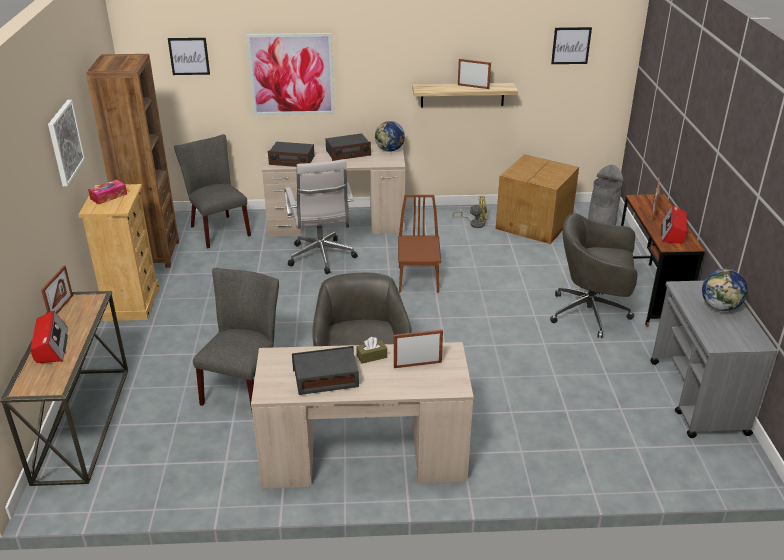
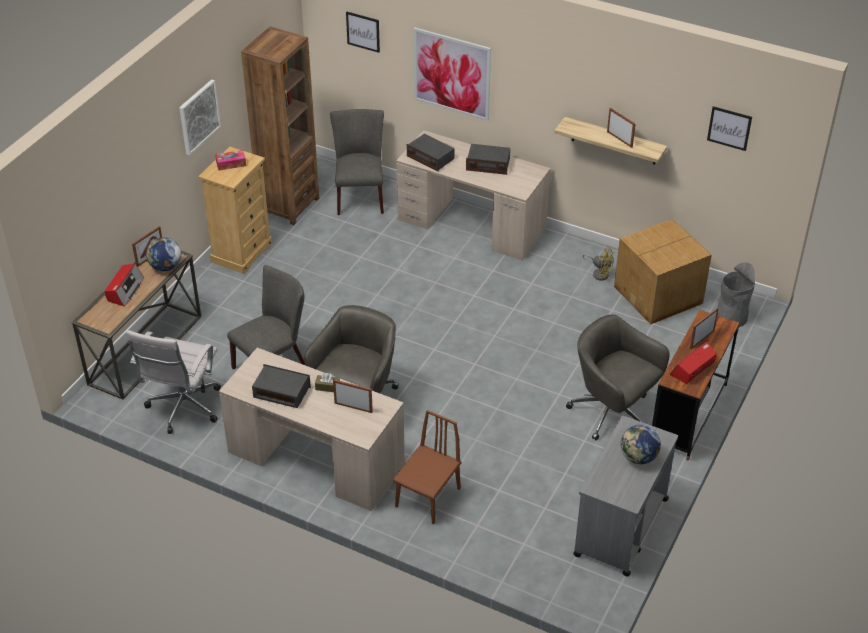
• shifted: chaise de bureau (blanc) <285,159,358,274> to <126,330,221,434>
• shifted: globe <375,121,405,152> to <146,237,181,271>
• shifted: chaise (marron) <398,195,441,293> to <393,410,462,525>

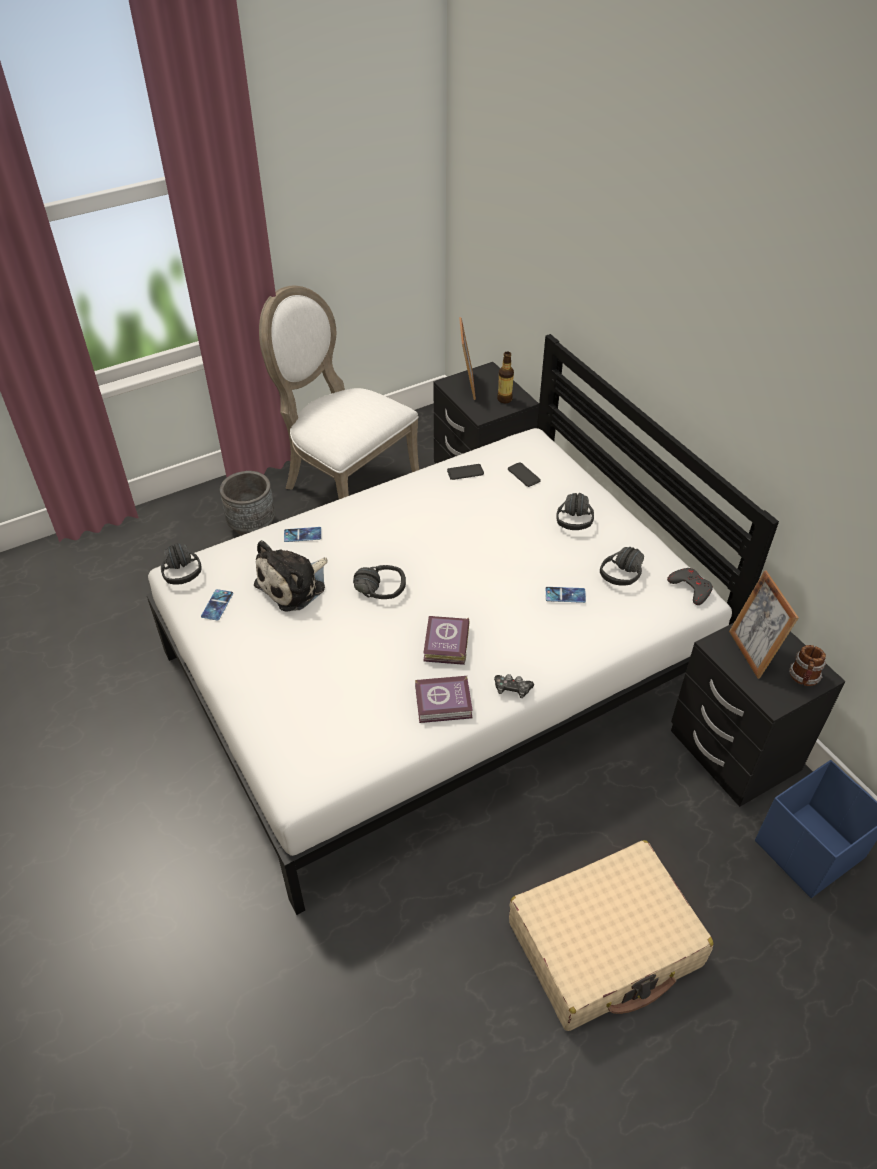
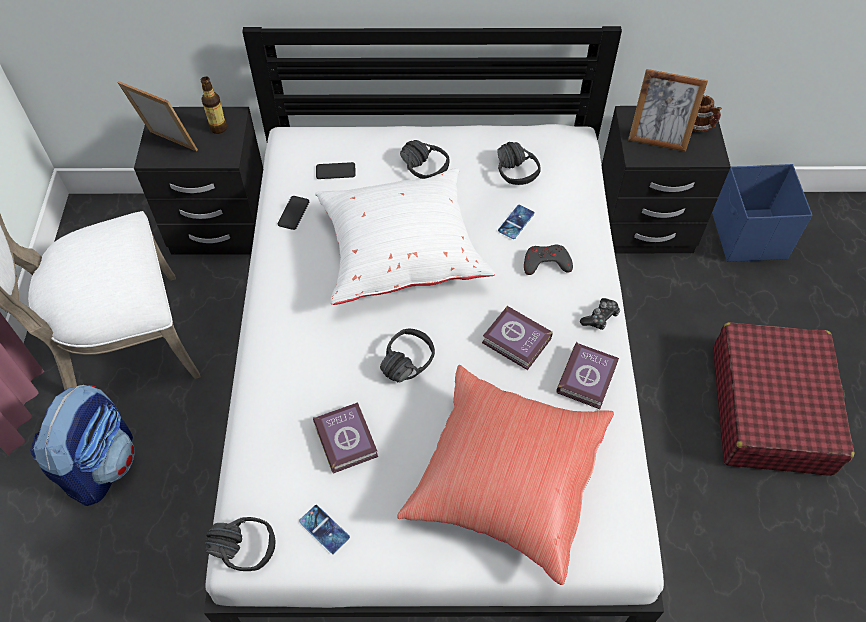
• gone: téléphone <284,527,321,542>
• new: coussin (blanc) <315,168,495,305>
• new: coussin (rouge) <397,365,614,585>
• shifted: manette (gris) <667,568,713,605> to <524,245,573,275>
• swapped: cache-pot (gris) <220,471,275,535> to sac à dos <30,385,135,506>
• swapped: peluche <254,540,328,612> to livre <313,402,378,474>
• repainted: valise (beige) <509,840,714,1031> to valise (rouge) <713,322,855,476>

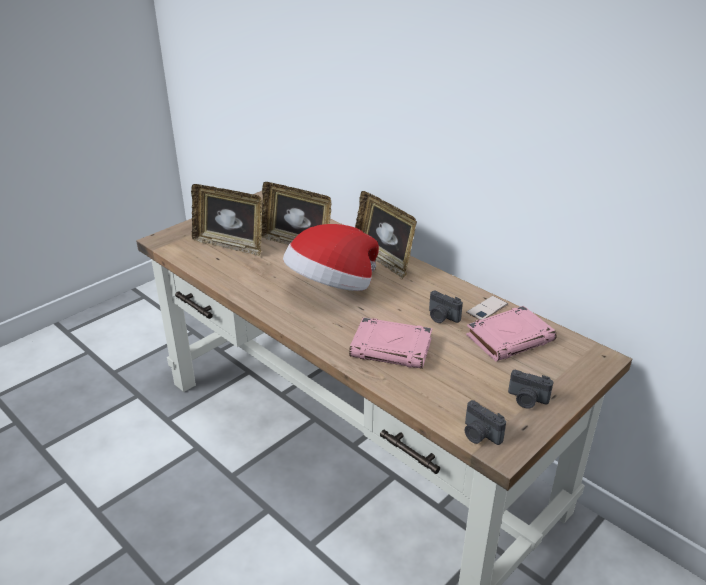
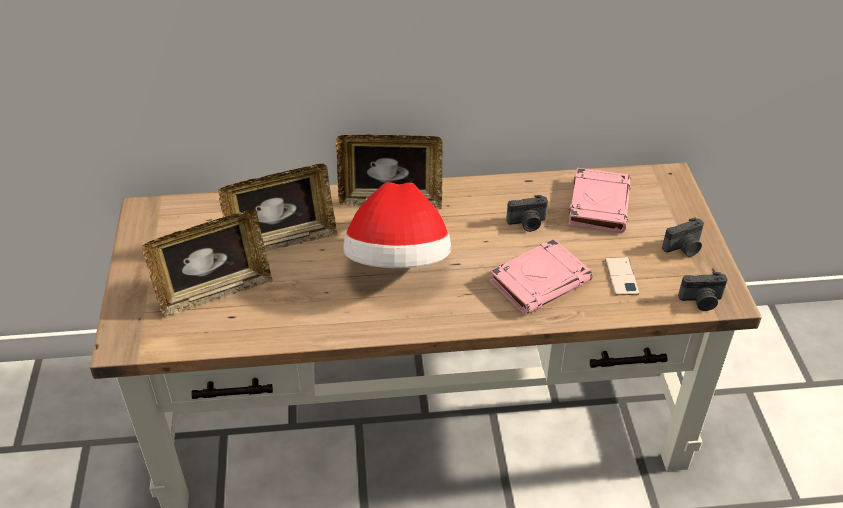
• shifted: téléphone <466,296,508,320> to <605,257,639,295>

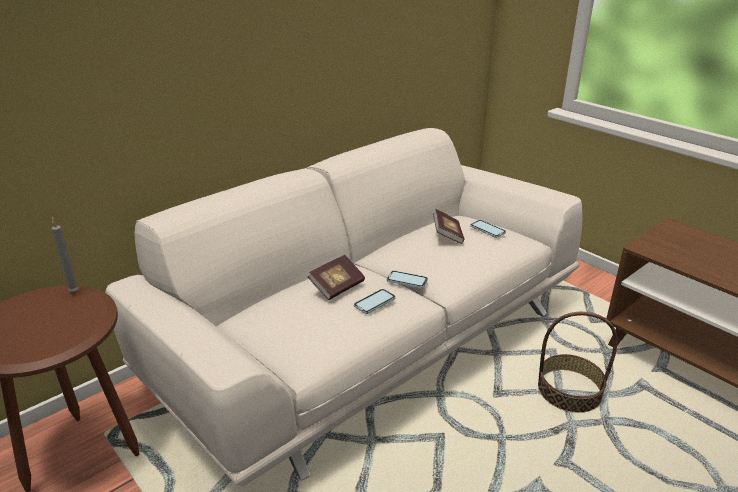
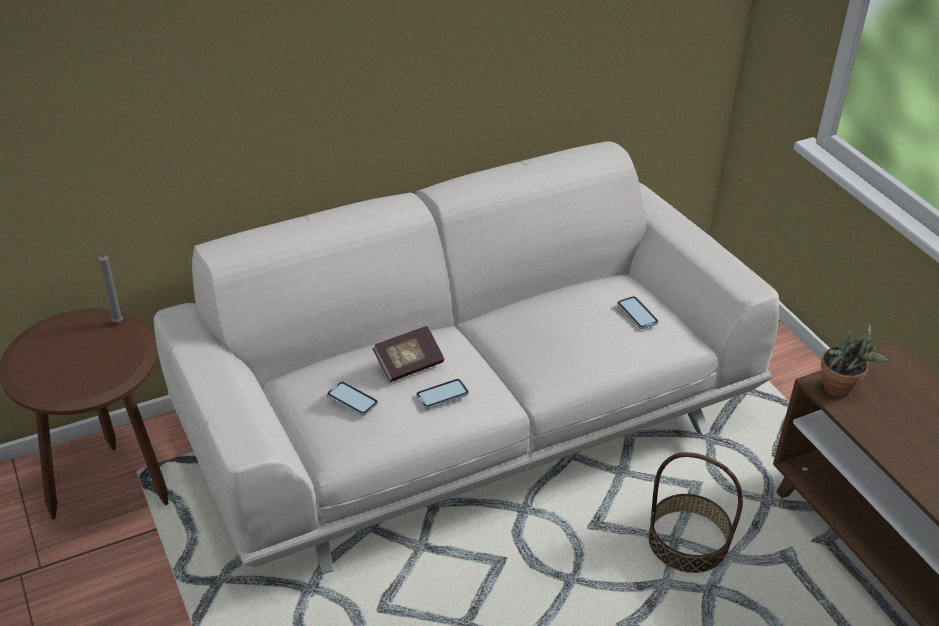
• gone: livre <433,209,464,244>
• new: plante en pot <821,322,888,397>
• shifted: téléphone <387,271,428,288> to <327,381,378,416>

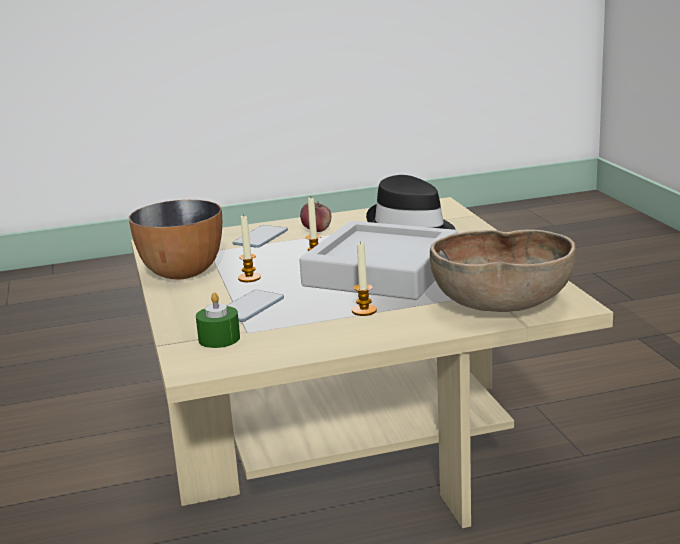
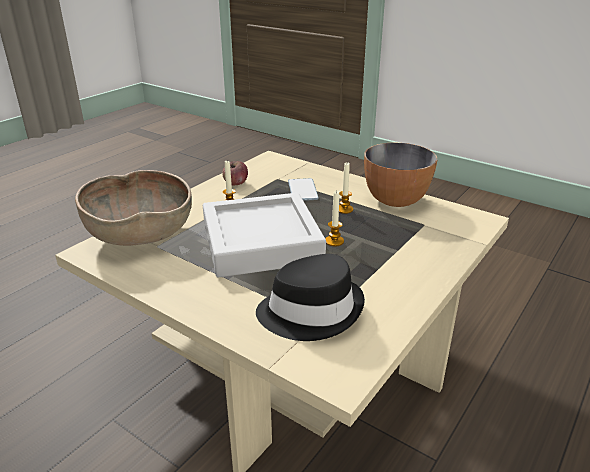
• gone: bougie (vert) <196,293,240,348>
• gone: téléphone <233,225,288,248>
• shifted: pomme <300,201,331,232> to <222,161,248,186>

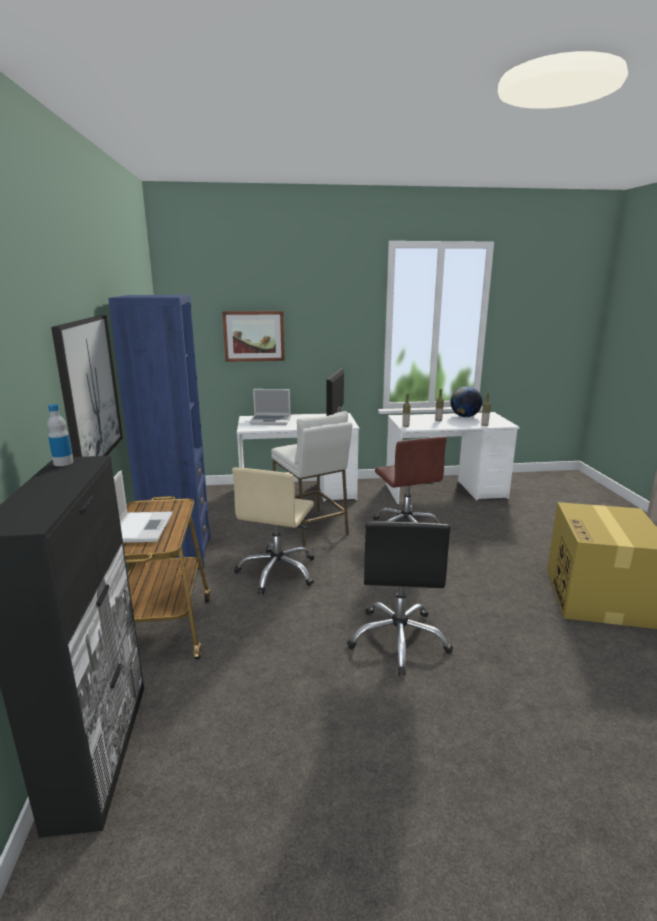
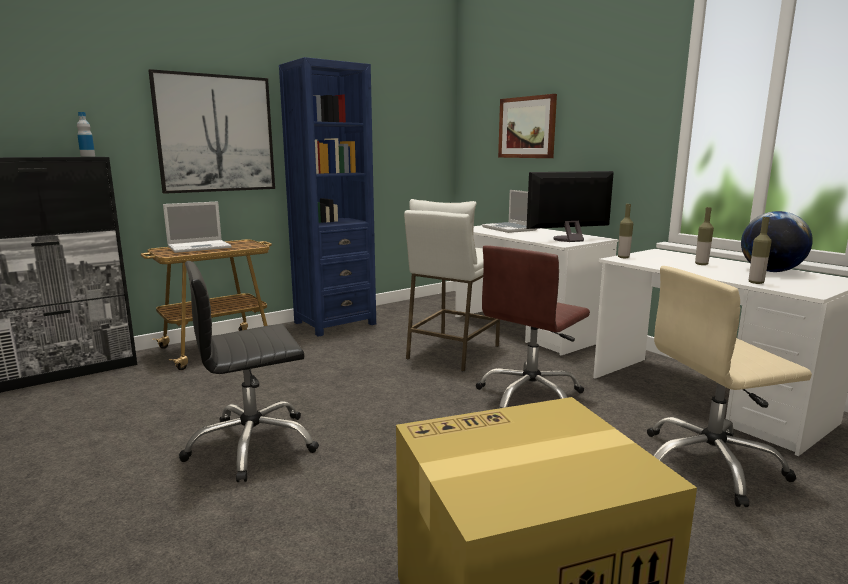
• shifted: chaise de bureau (beige) <232,467,314,595> to <647,266,812,507>

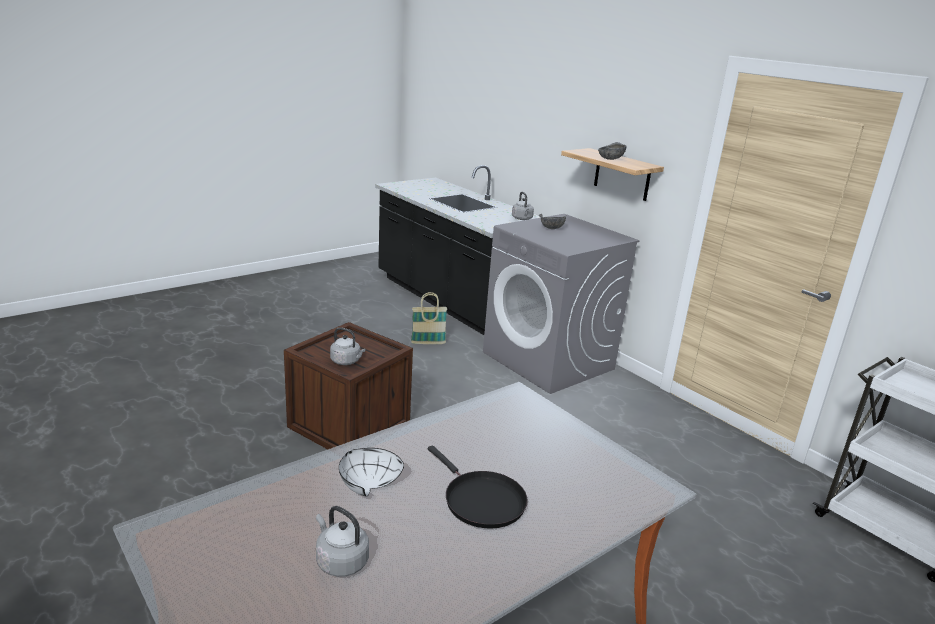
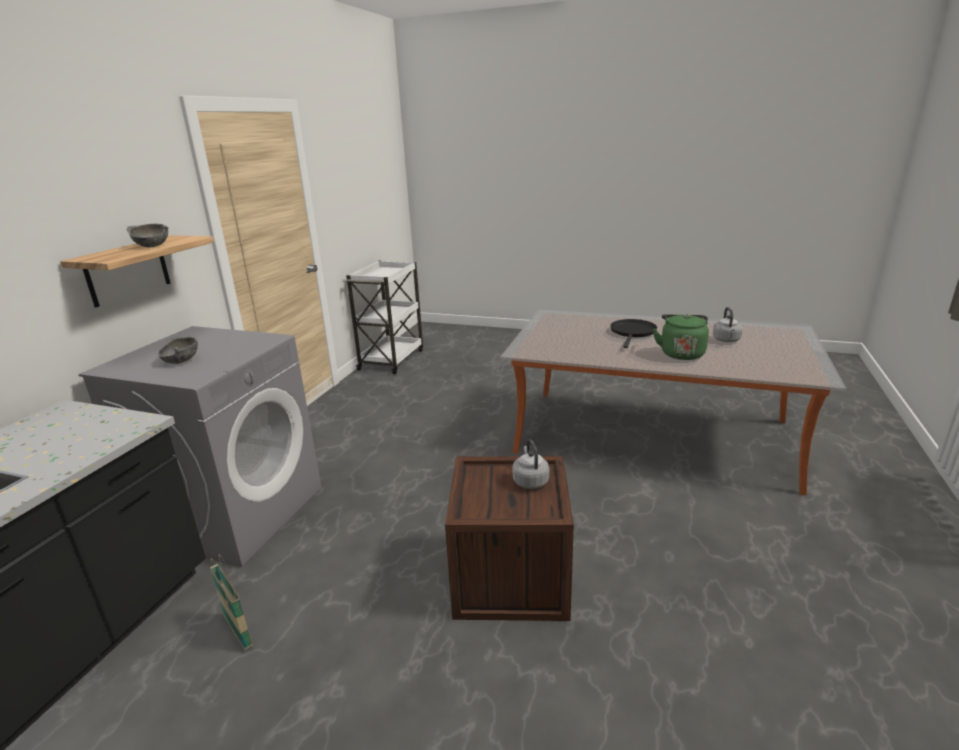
• gone: bouilloire (gris) <512,192,534,220>
• swapped: bol (blanc) <339,448,404,496> to bouilloire (vert) <653,314,709,360>

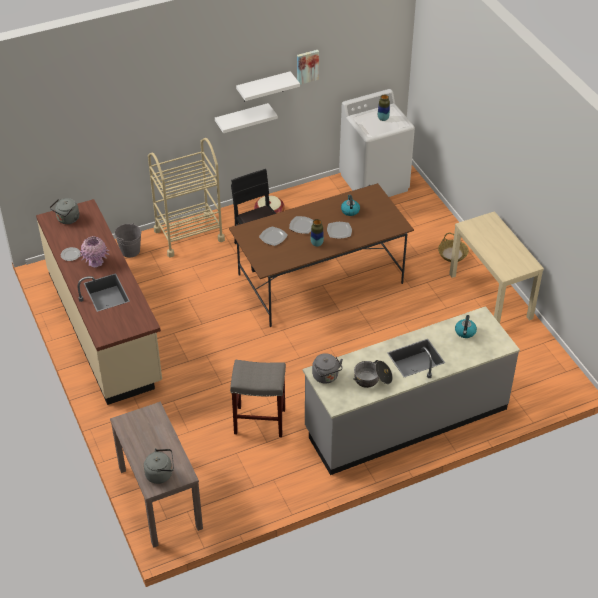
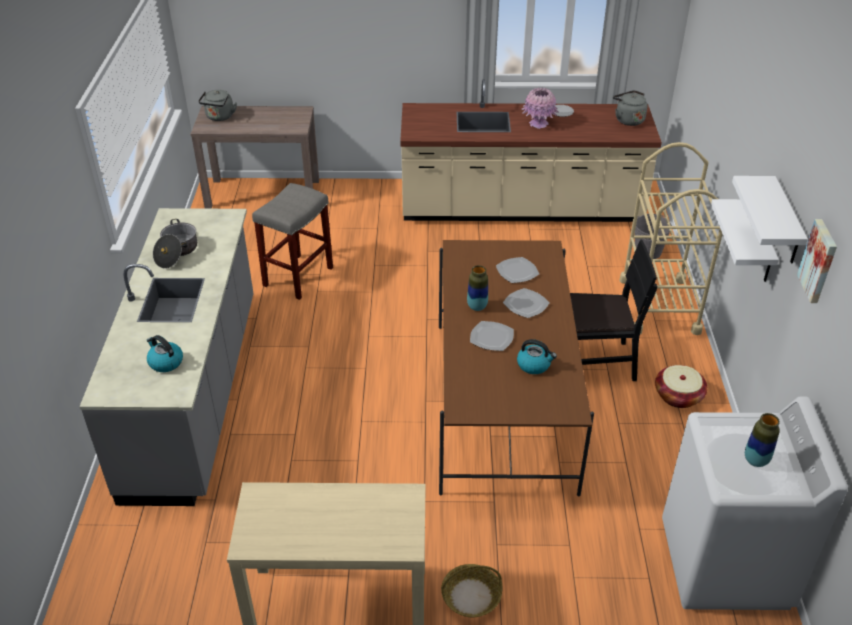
• gone: bouilloire (gris) <312,353,343,384>

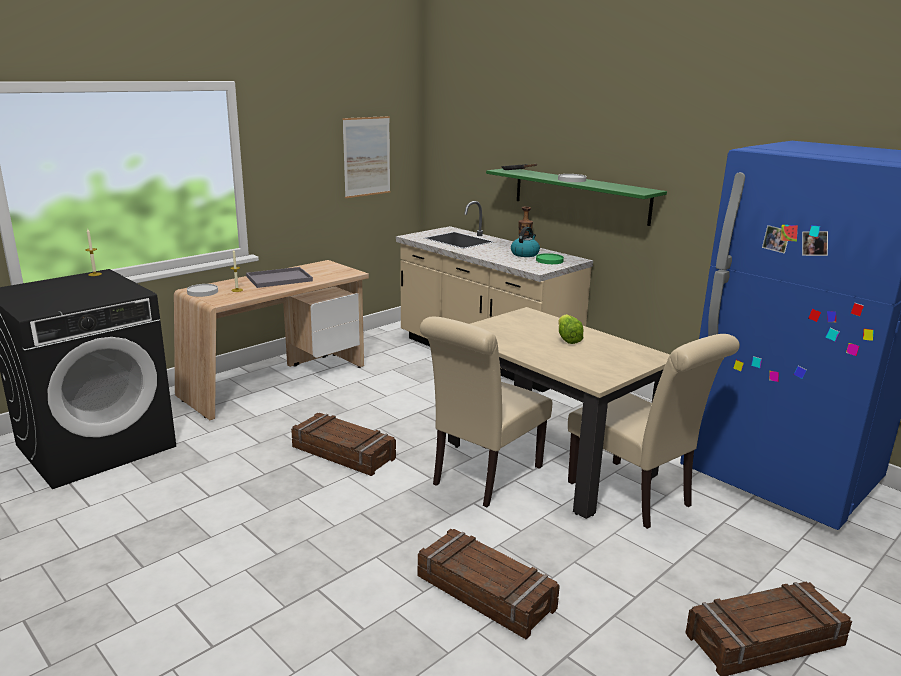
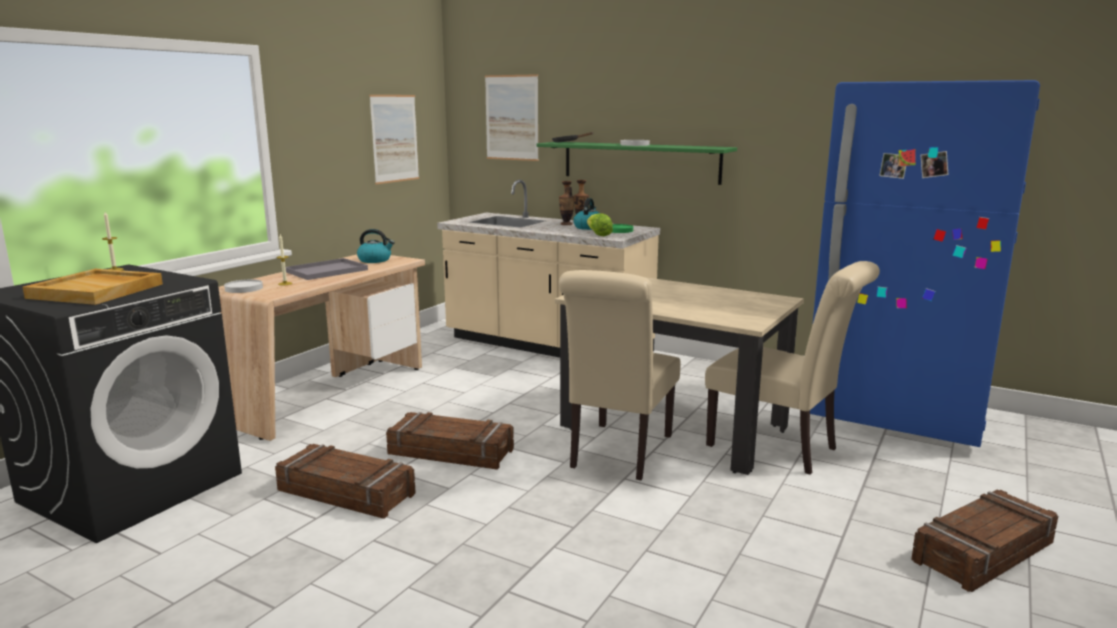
• new: plateau (beige) <23,269,163,305>
• new: bouilloire <357,229,395,263>
• new: tableau <485,74,539,161>
• new: vase <559,181,575,225>
• shifted: caisse <418,529,560,639> to <275,444,416,519>
• shifted: laitue <558,314,583,344> to <587,213,613,236>

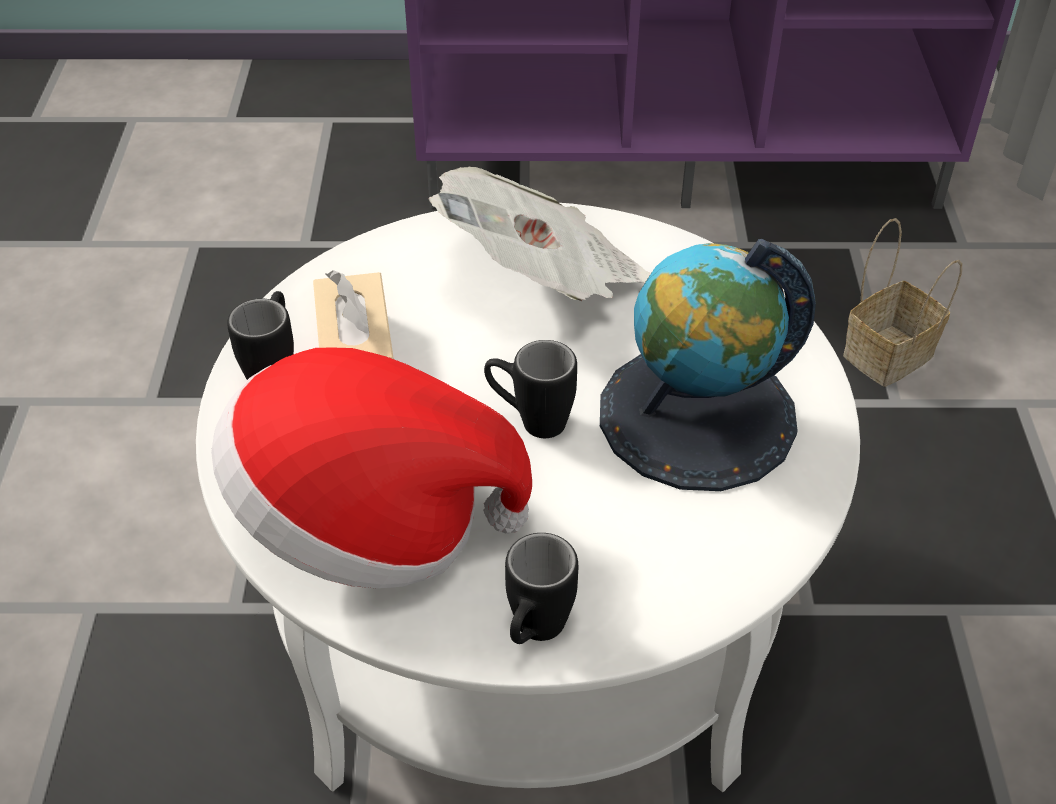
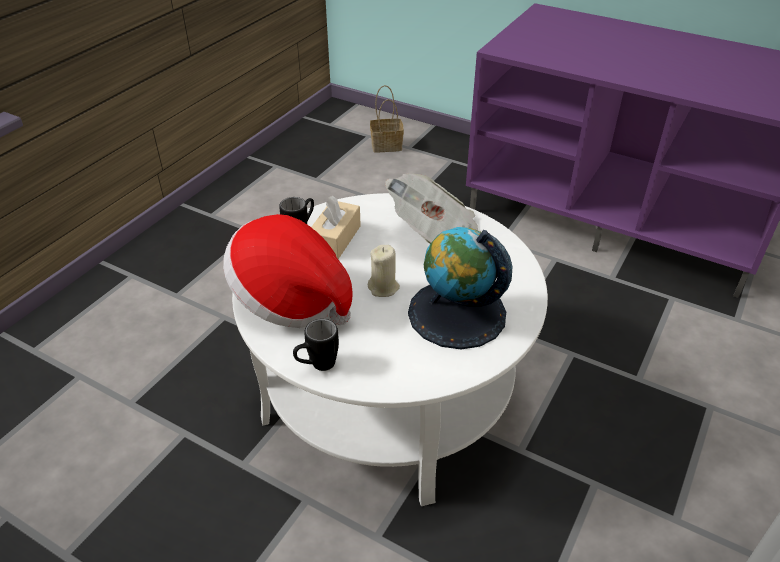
• shifted: panier <843,218,962,387> to <370,85,404,152>
• swapped: mug (noir) <484,340,577,438> to bougie (beige) <368,245,400,297>

